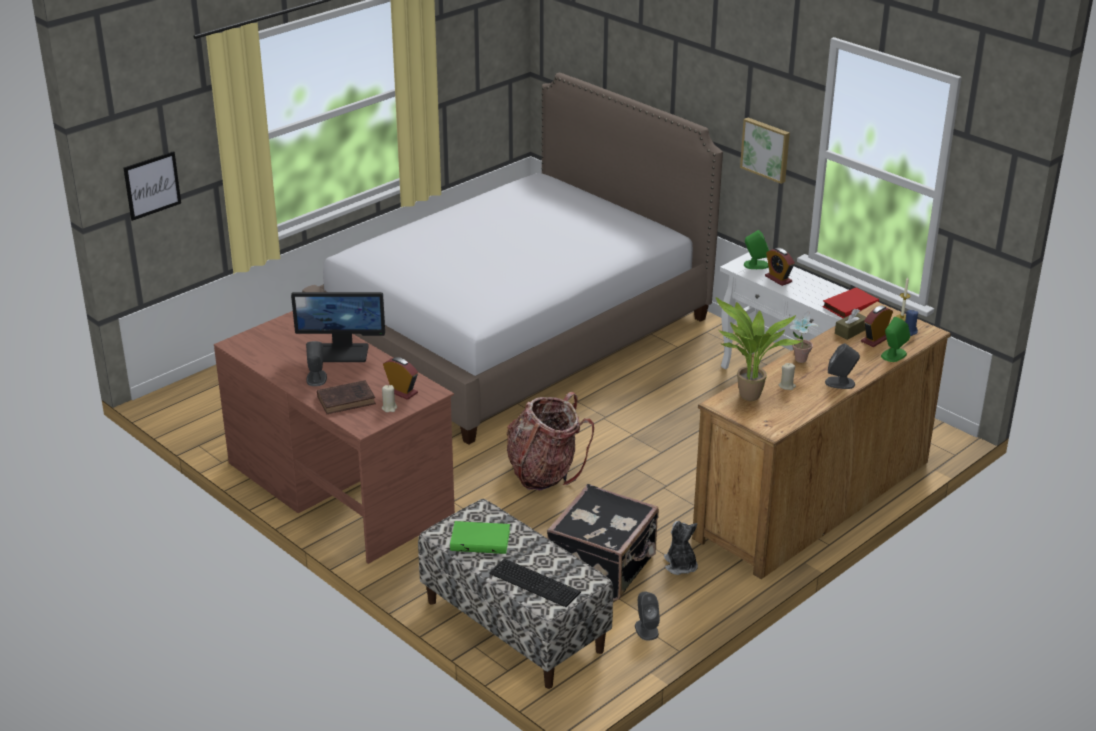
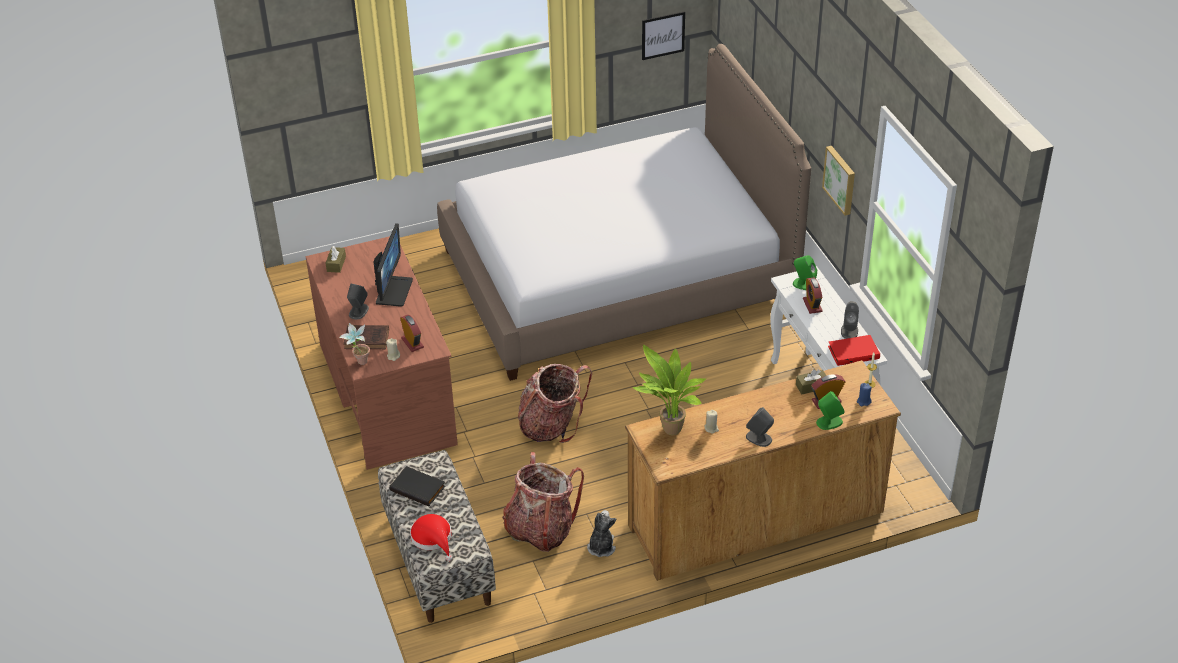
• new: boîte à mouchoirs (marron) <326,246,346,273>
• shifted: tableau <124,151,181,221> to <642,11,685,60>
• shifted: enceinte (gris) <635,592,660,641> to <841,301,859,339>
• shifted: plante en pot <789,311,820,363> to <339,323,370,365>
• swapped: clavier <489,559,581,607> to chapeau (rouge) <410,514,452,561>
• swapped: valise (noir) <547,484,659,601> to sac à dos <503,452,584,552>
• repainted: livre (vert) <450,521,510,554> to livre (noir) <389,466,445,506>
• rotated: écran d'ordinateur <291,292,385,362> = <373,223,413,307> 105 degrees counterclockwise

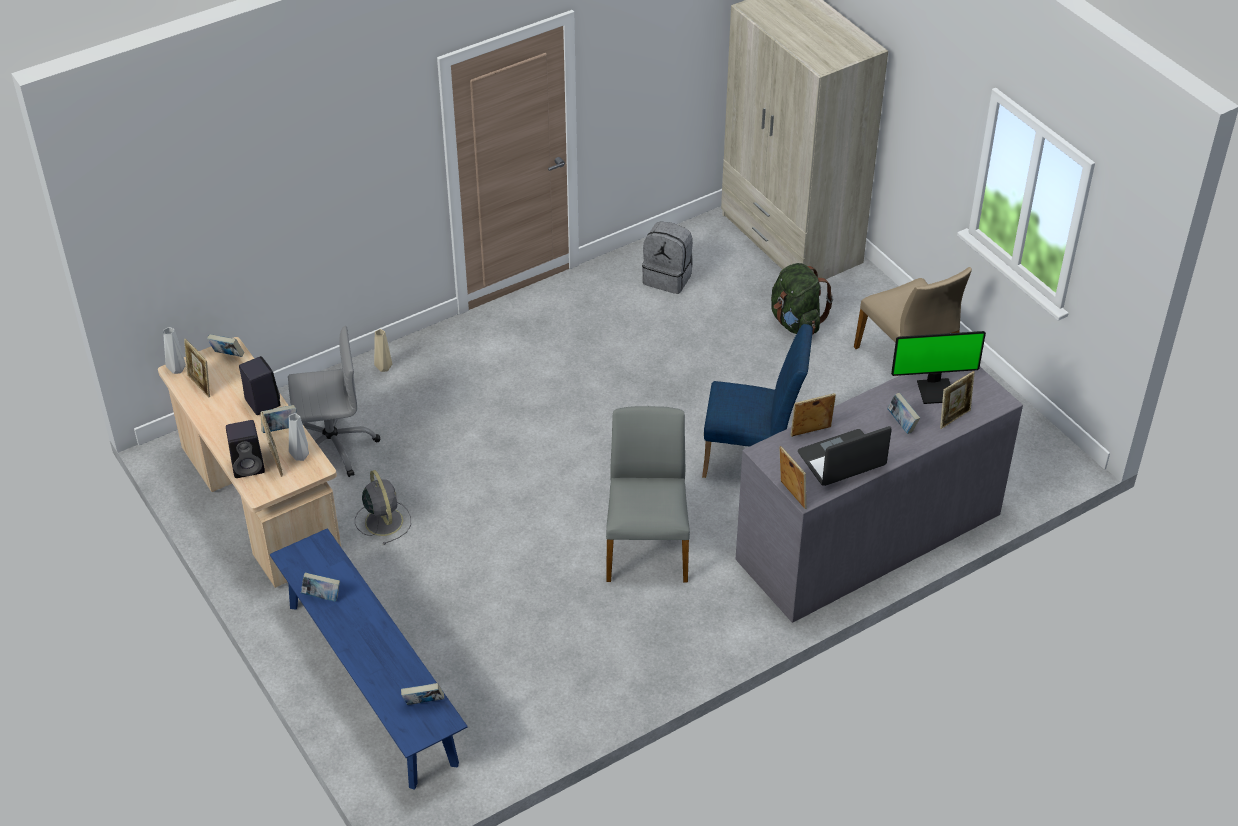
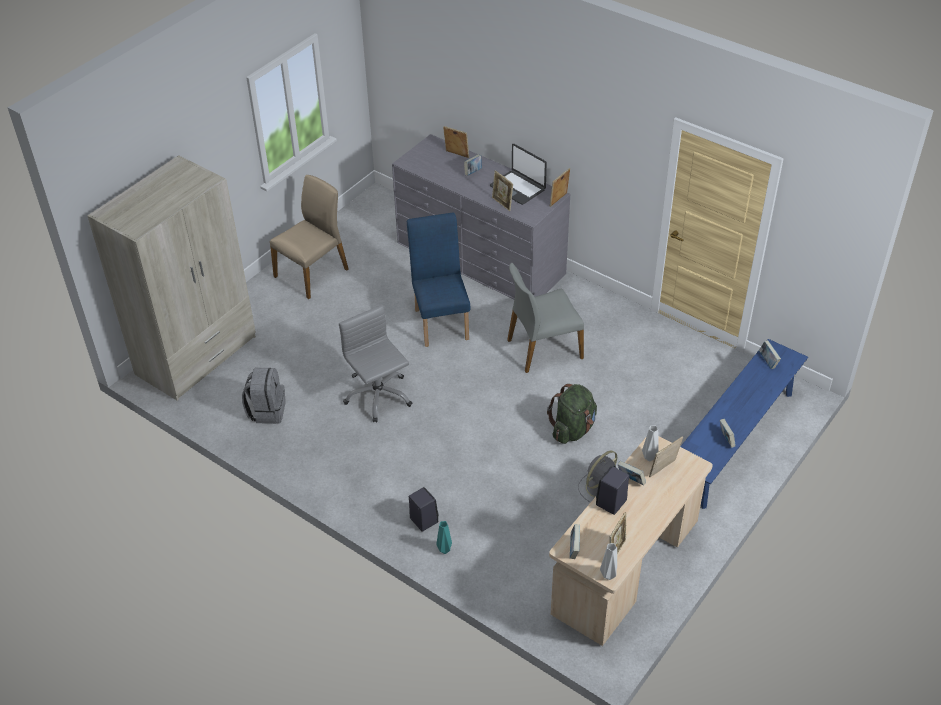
• gone: écran d'ordinateur <891,331,986,404>
• shifted: enceinte (noir) <226,420,265,478> to <409,487,439,532>
• shifted: chaise de bureau (gris) <288,326,380,477> to <339,305,412,422>
• shifted: sac à dos (vert) <771,263,833,335> to <547,384,597,444>
• repainted: vase (beige) <374,329,392,372> to vase (turquoise) <436,521,452,554>

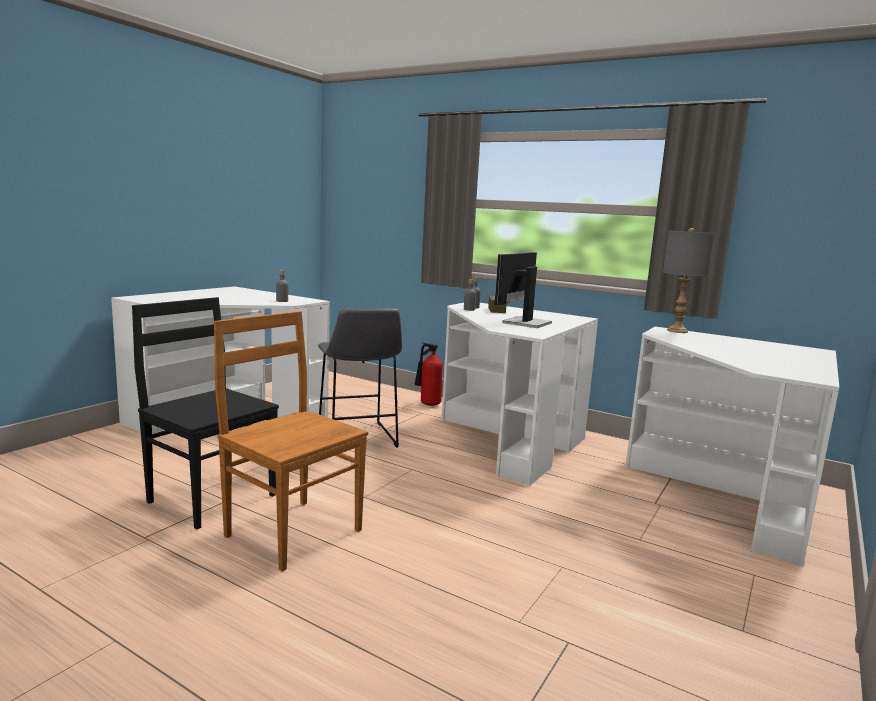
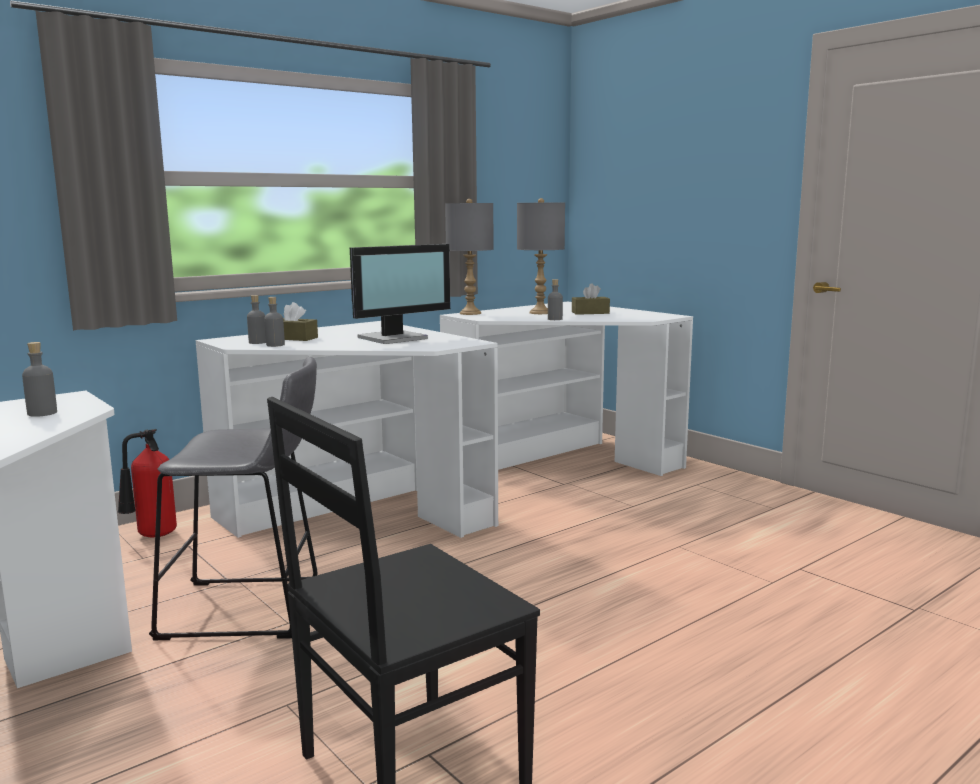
• gone: chaise (marron) <214,311,368,571>
• new: lampe de table (gris) <517,198,565,314>
• new: bouteille (gris) <548,279,563,320>
• new: boîte à mouchoirs (marron) <572,283,610,315>
• rotated: écran d'ordinateur <495,252,552,328> = <350,244,450,344> 90 degrees counterclockwise

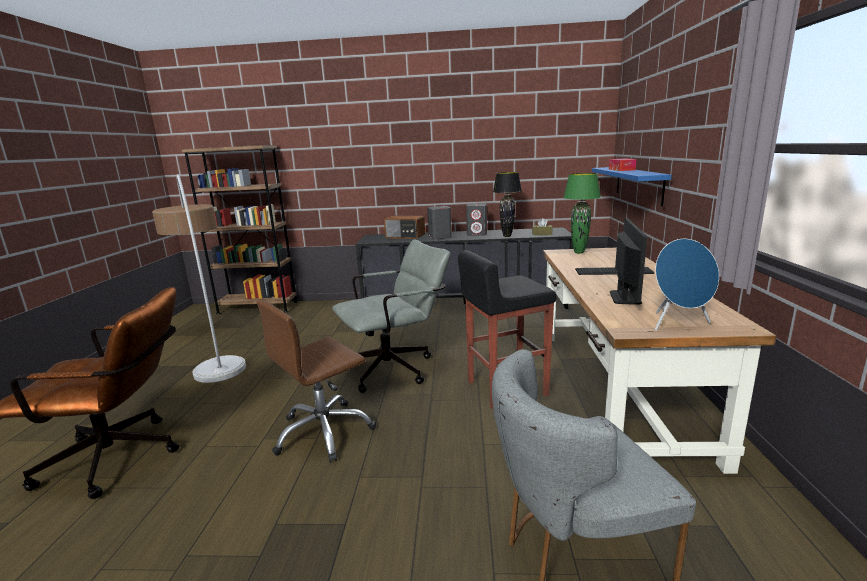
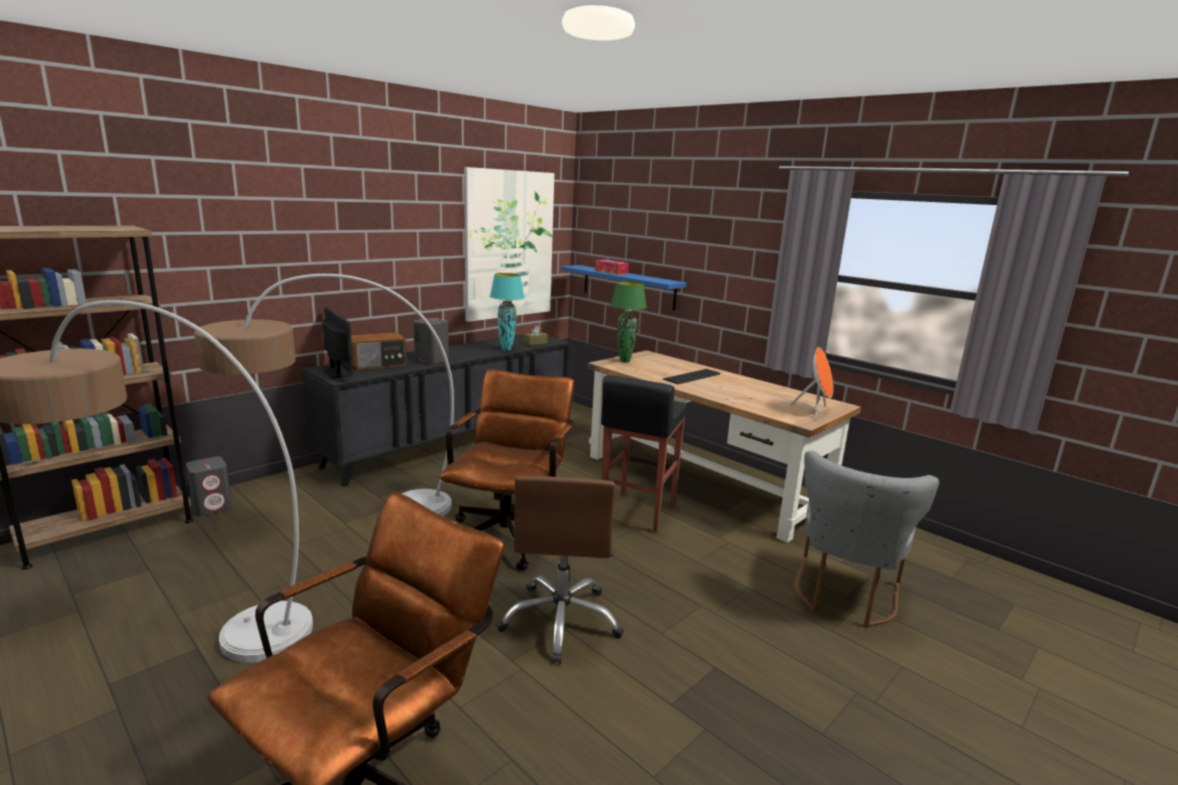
• new: lampadaire <194,274,454,516>
• new: tableau <464,167,554,322>
• shifted: enceinte (gris) <466,203,487,236> to <186,456,232,517>
• shifted: écran d'ordinateur <610,218,647,305> to <322,307,353,378>
• repainted: chaise de bureau (gris) <332,240,450,393> to chaise de bureau (marron) <440,369,574,571>
• repainted: lampe de table (noir) <493,172,522,237> to lampe de table (turquoise) <490,273,524,351>
• repainted: enceinte (bleu) <655,239,719,330> to enceinte (orange) <789,347,833,418>

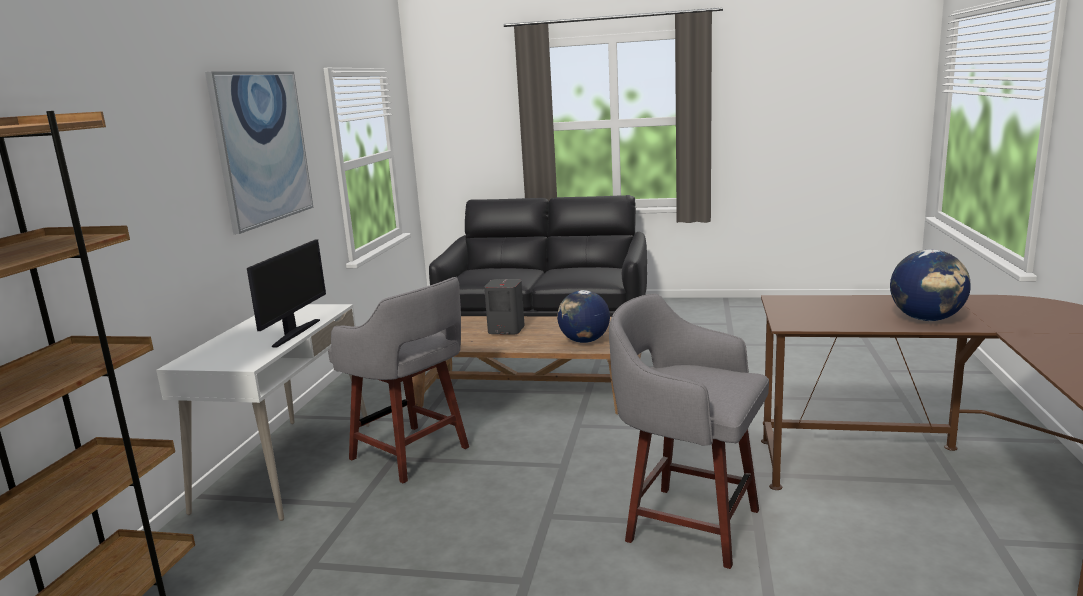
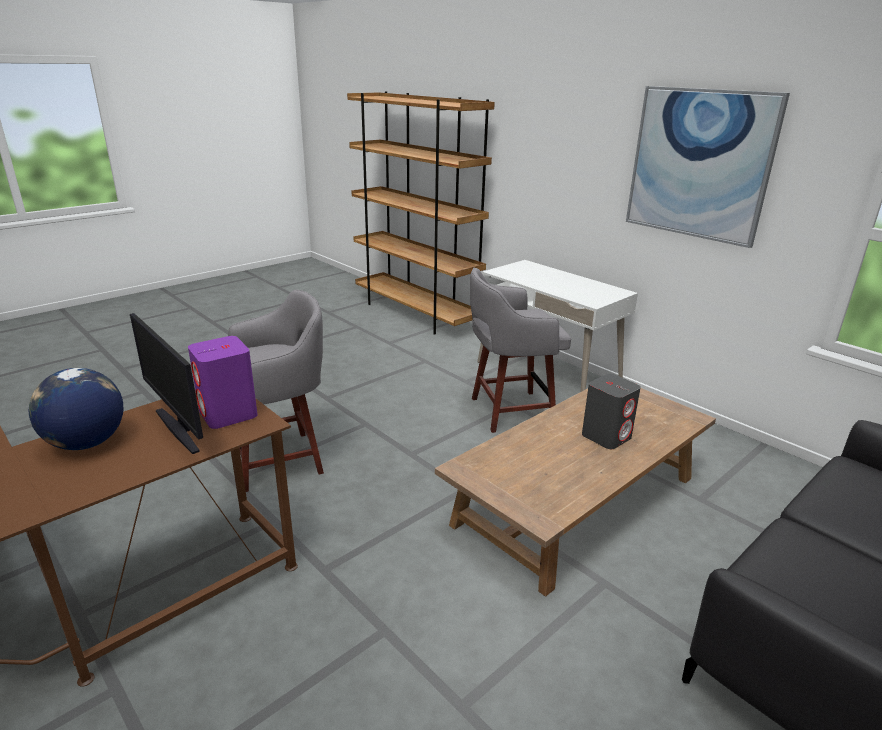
• gone: globe <557,290,610,343>
• new: enceinte (violet) <188,336,258,429>
• shifted: écran d'ordinateur <247,239,326,347> to <130,313,203,454>

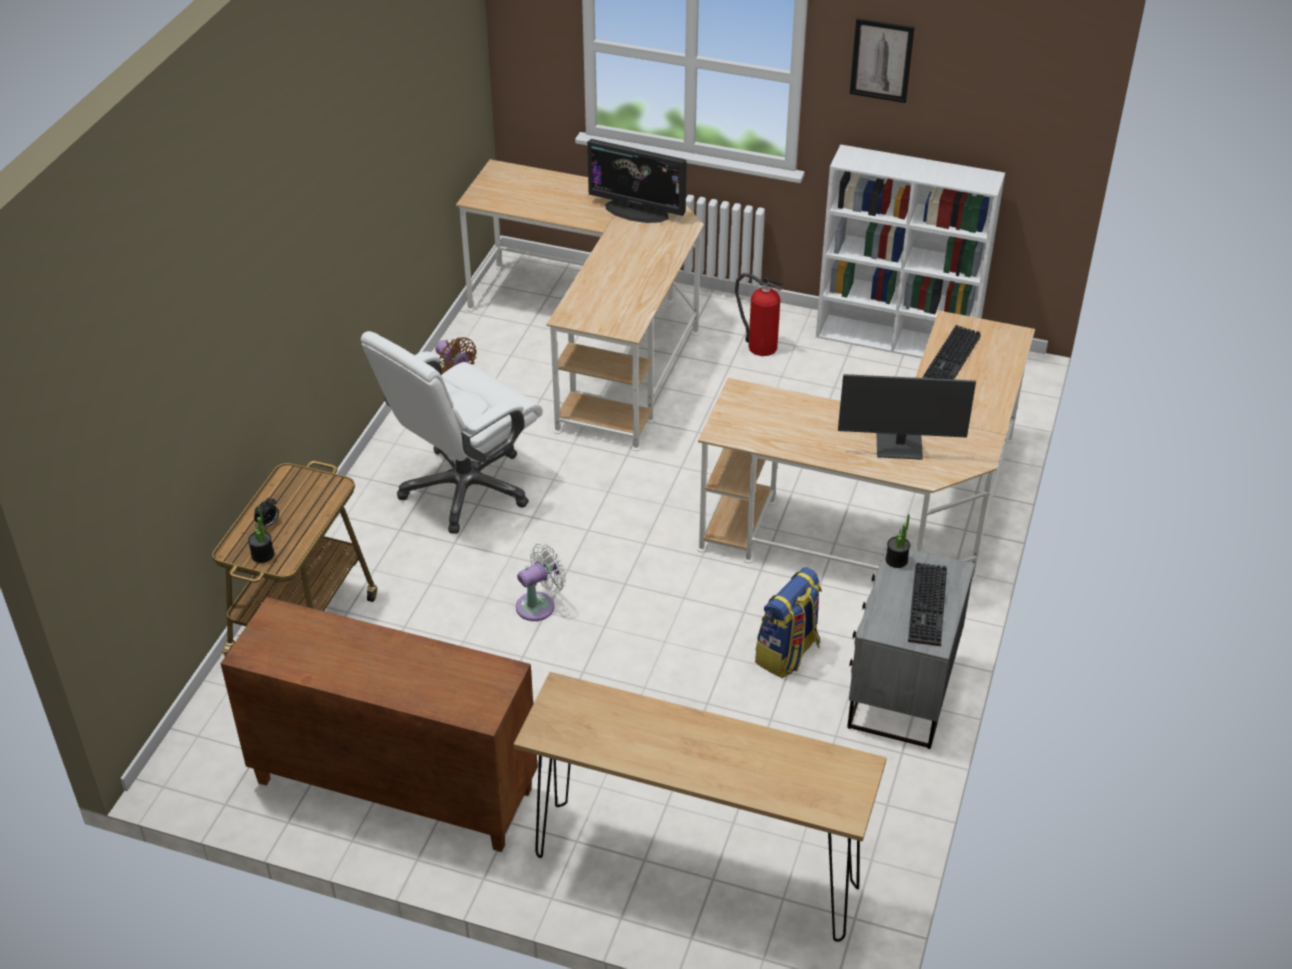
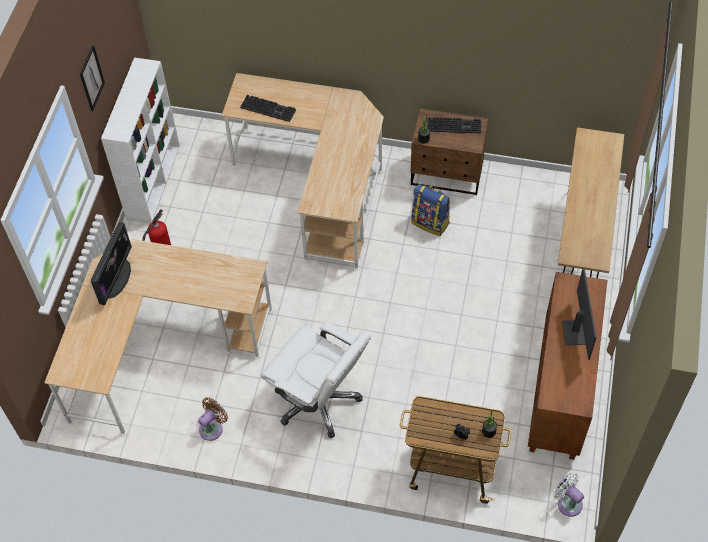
• shifted: ventilateur (blanc) <516,543,566,621> to <553,472,584,517>
• shifted: écran d'ordinateur <838,374,976,460> to <562,267,597,360>
• repainted: table de chevet (gris) <847,546,975,749> to table de chevet (marron) <411,108,488,195>

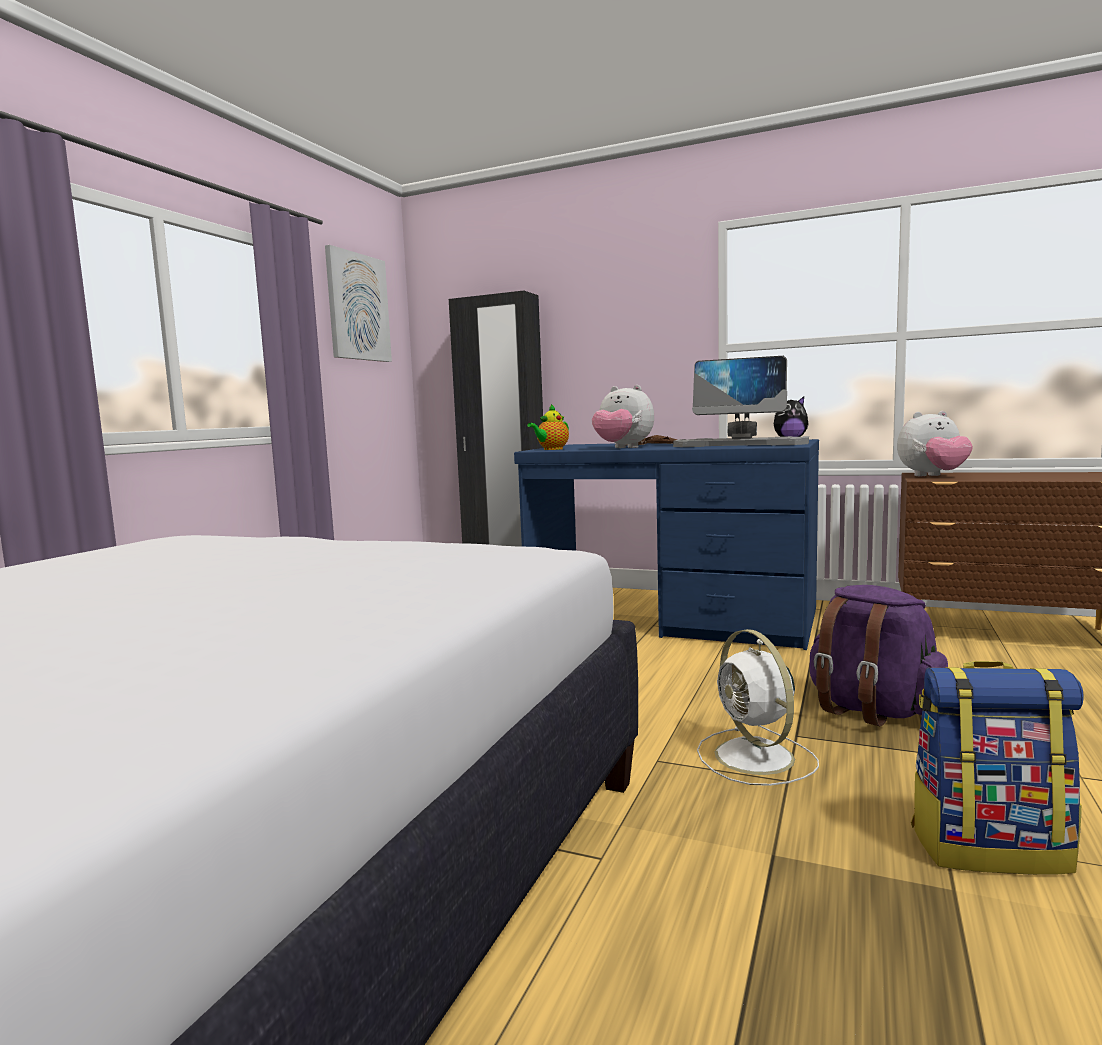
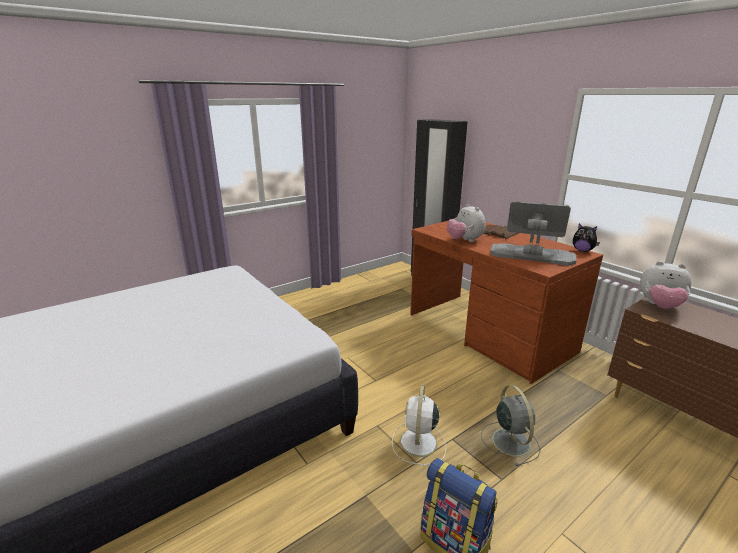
• gone: tableau <325,245,392,362>
• gone: théière <527,404,569,450>
• swapped: sac à dos (violet) <809,585,948,726> to ventilateur (gris) <481,385,541,466>
• repainted: bureau (bleu) <514,439,819,650> to bureau (marron) <410,221,603,384>
• rotated: écran d'ordinateur <673,356,809,447> = <490,201,577,266> 150 degrees clockwise

